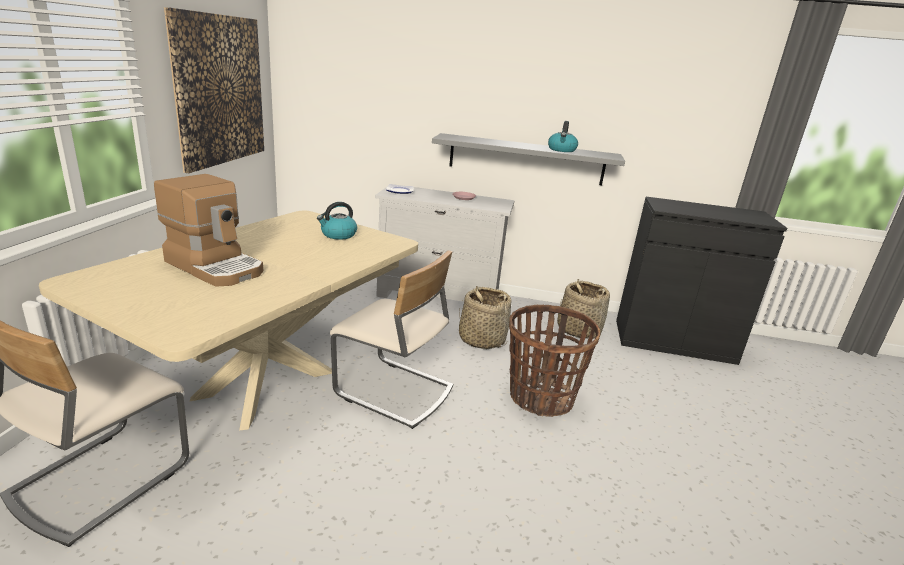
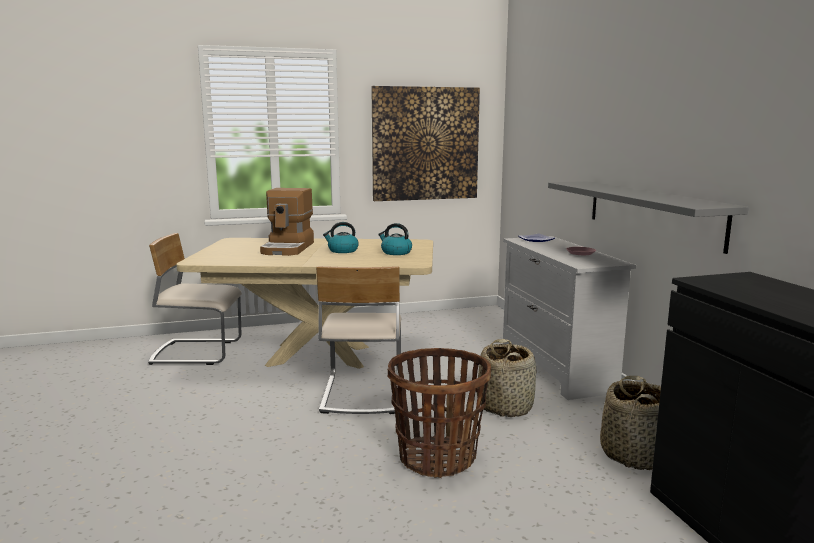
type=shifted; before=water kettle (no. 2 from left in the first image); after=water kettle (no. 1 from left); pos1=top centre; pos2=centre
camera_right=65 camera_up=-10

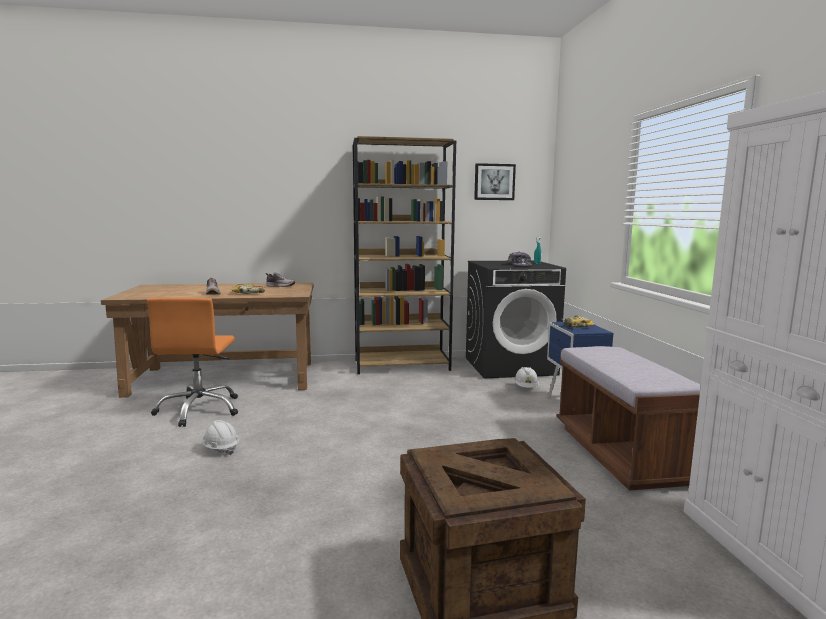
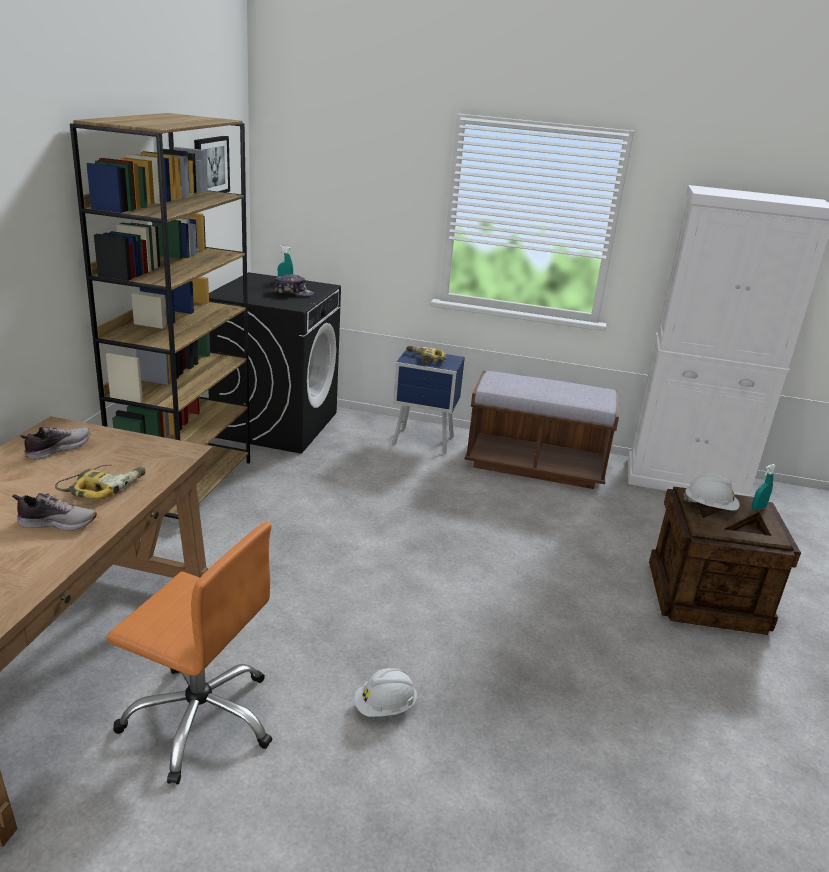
type=shifted; before=white-coloured hard hat (no. 2 from left); pos1=centre; pos2=middle right
type=new; after=blue-green hand sprayer (no. 2 from left); pos2=middle right
camera_right=-70 camera_up=15

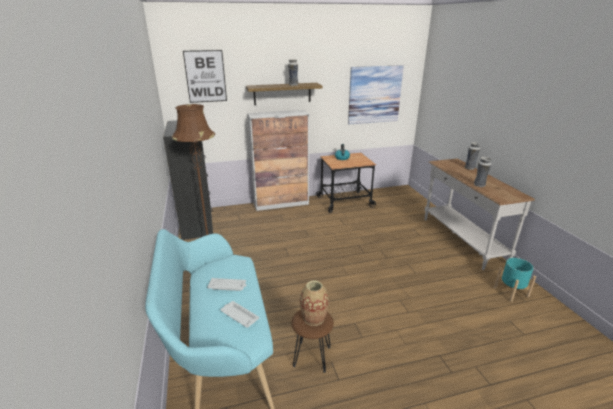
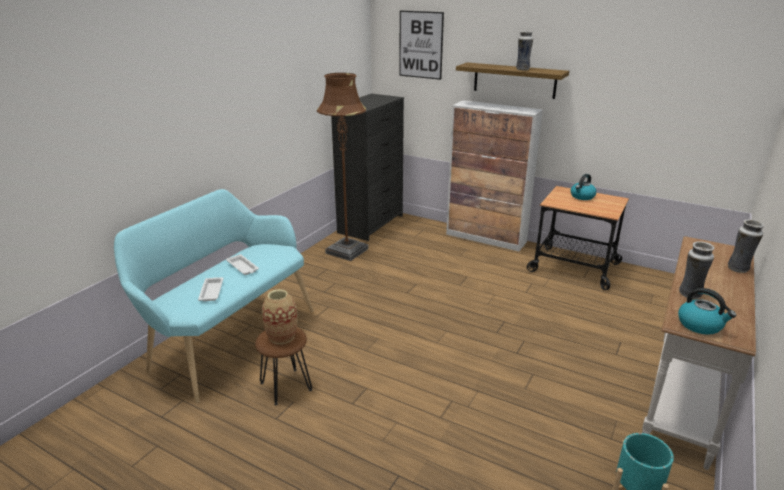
type=gone; before=picture (no. 2 from left); pos1=top centre
type=new; after=water kettle (no. 2 from left); pos2=middle right
camera_right=45 camera_up=0

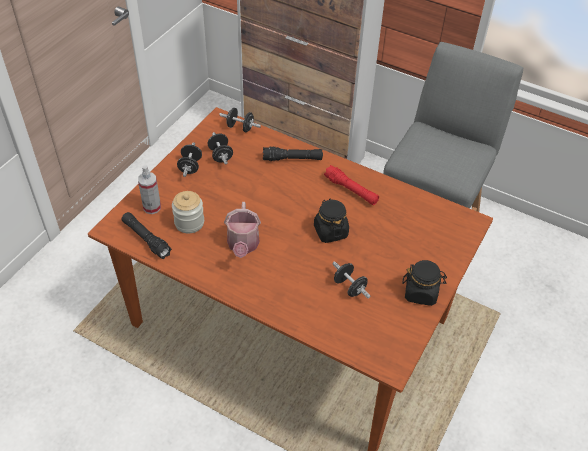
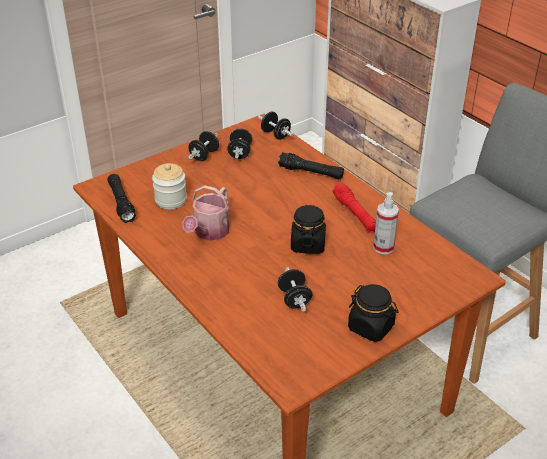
type=shifted; before=hand sprayer; pos1=middle left; pos2=middle right
camera_right=25 camera_up=-10

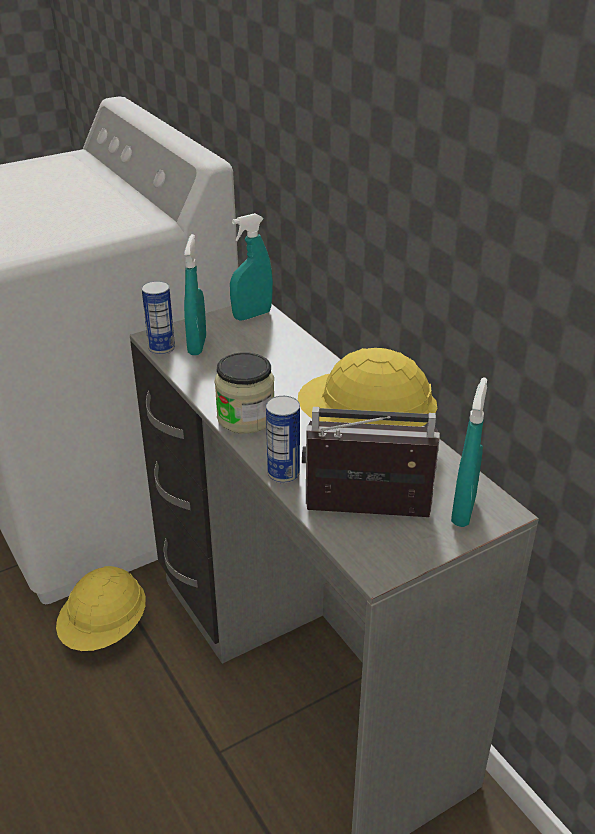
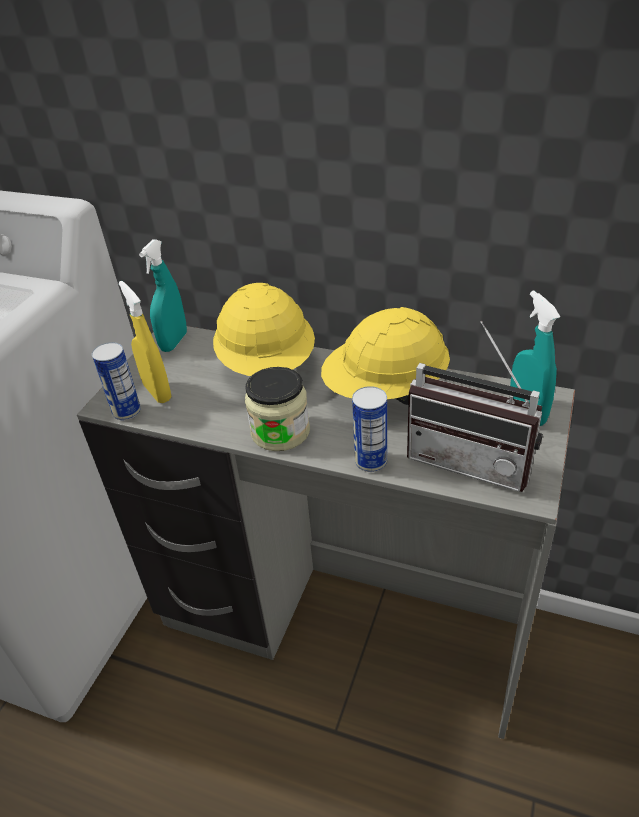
type=shifted; before=yellow-coloured hard hat (no. 1 from left); pos1=bottom left; pos2=centre
type=repainted; before=blue-green hand sprayer (no. 1 from left); after=yellow-coloured hand sprayer; pos1=middle left; pos2=middle left
type=rotated; before=radio set; pos1=centre; pos2=middle right; turn=-120
camera_right=-35 camera_up=5

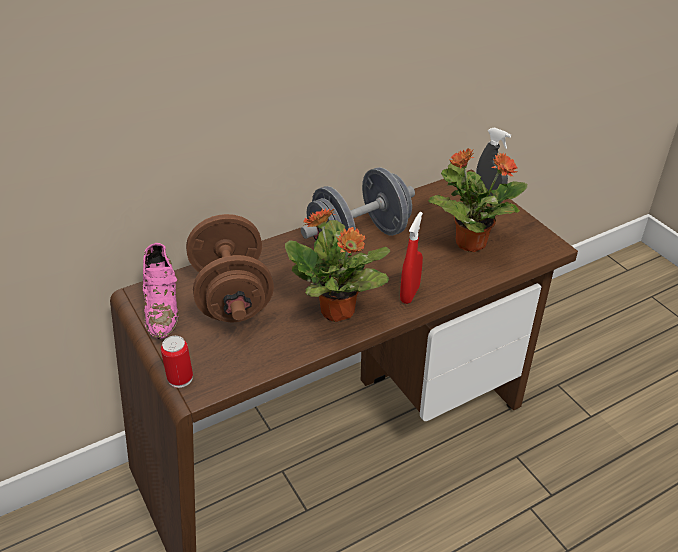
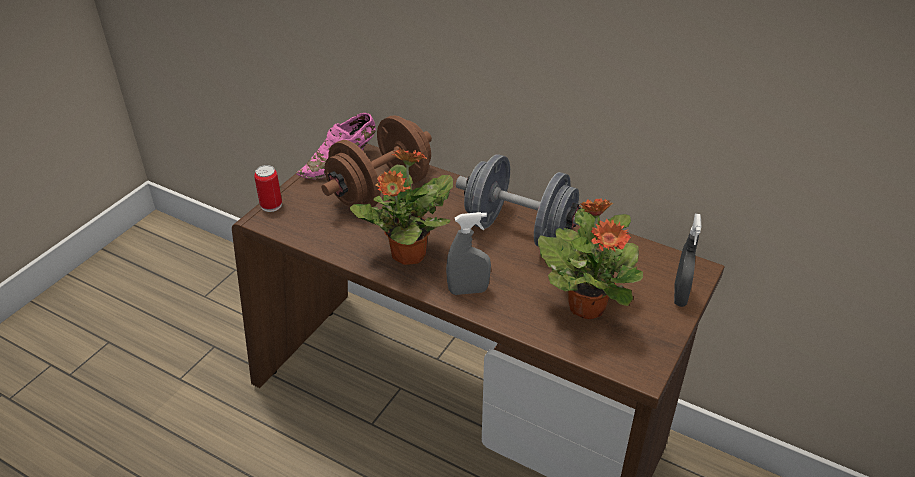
type=repainted; before=red-coloured hand sprayer; after=greyish hand sprayer (no. 1 from left); pos1=centre; pos2=centre
camera_right=60 camera_up=0

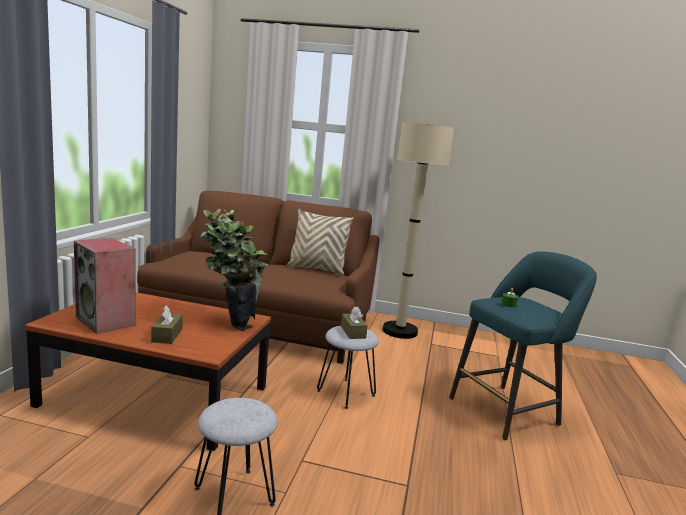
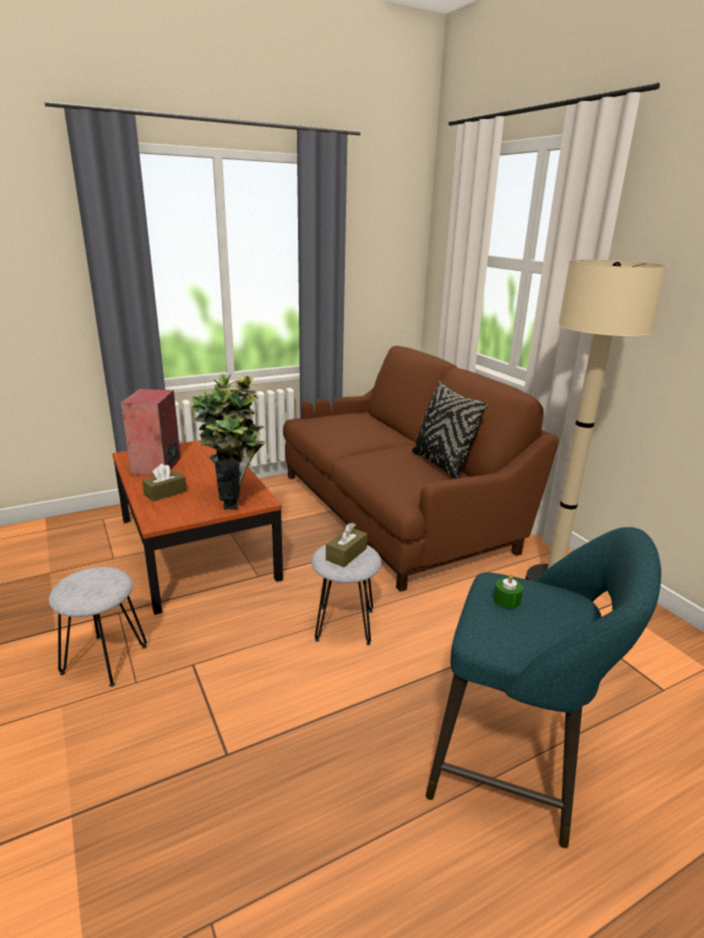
type=repainted; before=beige throw pillow; after=black throw pillow; pos1=centre; pos2=centre
camera_right=50 camera_up=10

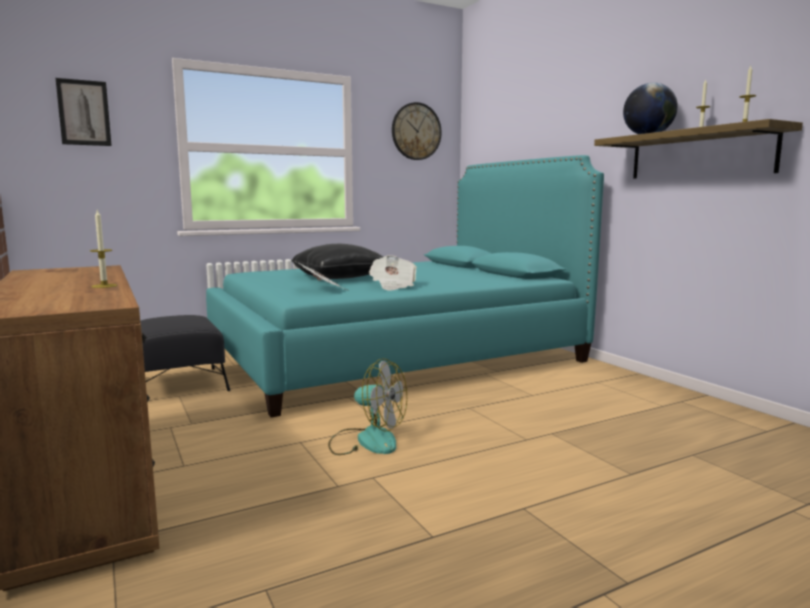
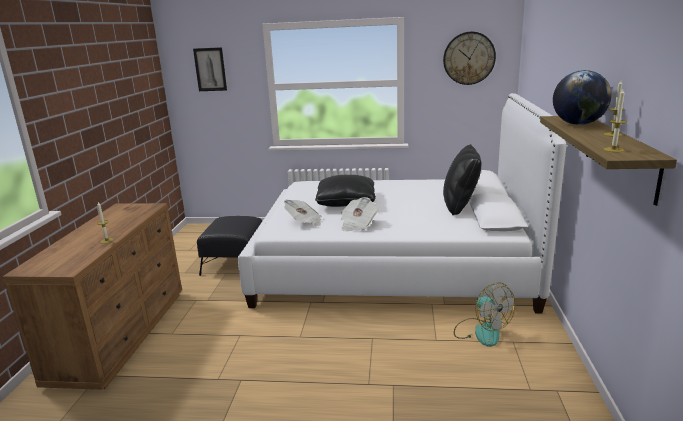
type=repainted; before=blue-green sleeping bed; after=white-coloured sleeping bed; pos1=centre; pos2=centre
type=shifted; before=fan; pos1=bottom centre; pos2=bottom right
type=new; after=black throw pillow (no. 2 from left); pos2=middle right
camera_right=35 camera_up=10

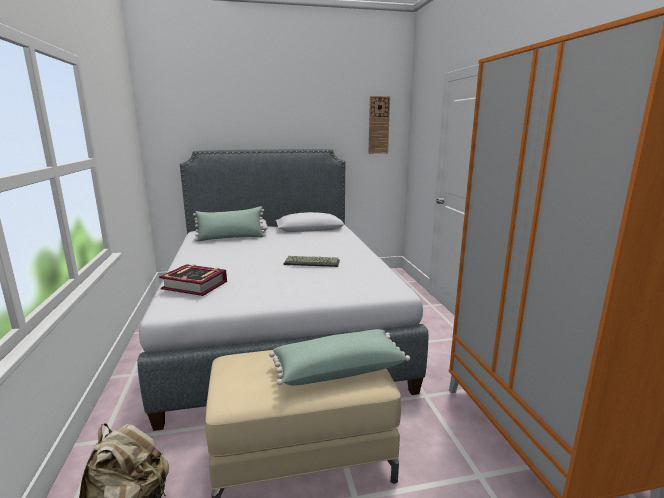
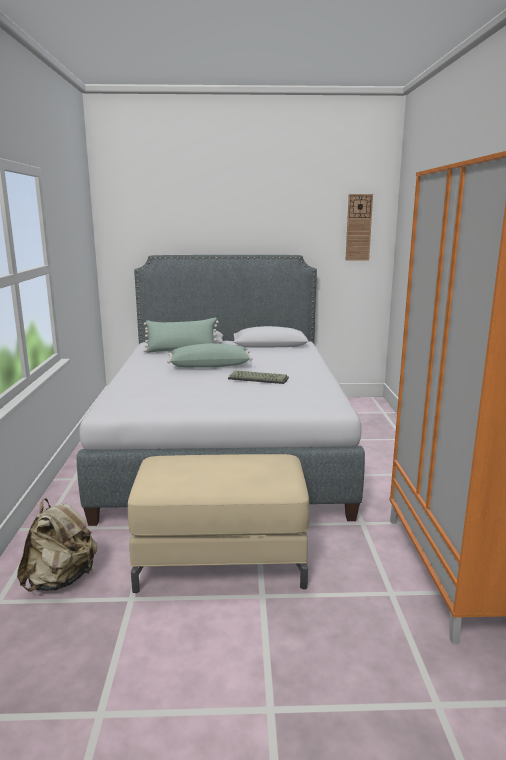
type=gone; before=bound book; pos1=middle left
type=shifted; before=green throw pillow (no. 2 from left); pos1=bottom centre; pos2=centre
camera_right=10 camera_up=0

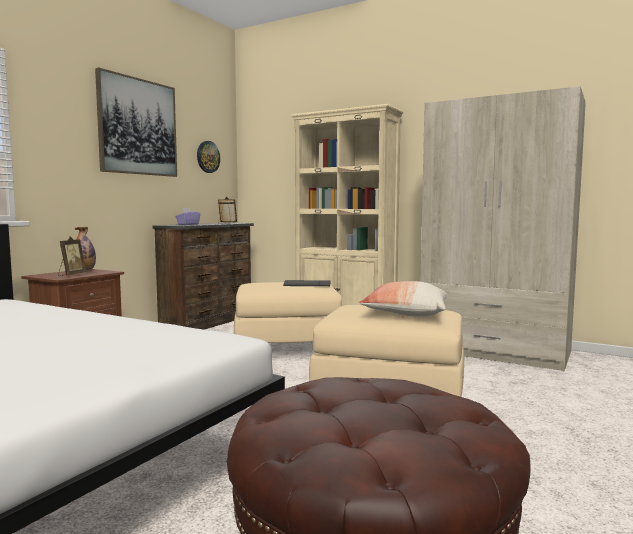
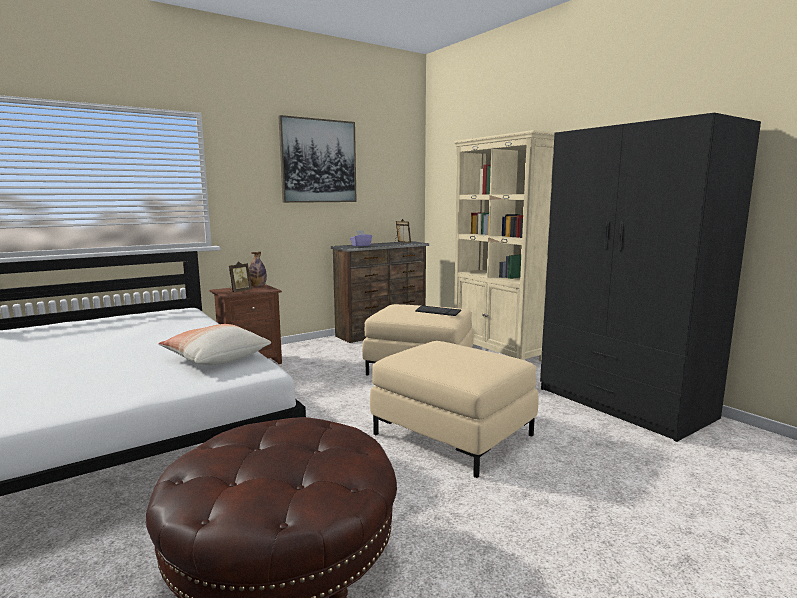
type=gone; before=hanging clock; pos1=top left
type=shifted; before=throw pillow; pos1=centre; pos2=middle left
type=repainted; before=beige wardrobe; after=black wardrobe; pos1=middle right; pos2=middle right
camera_right=25 camera_up=5

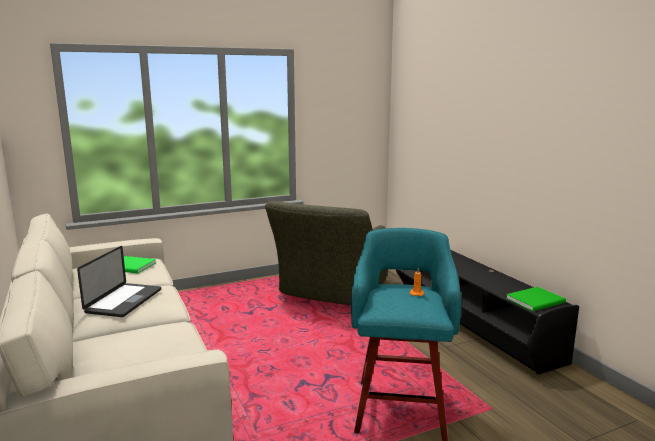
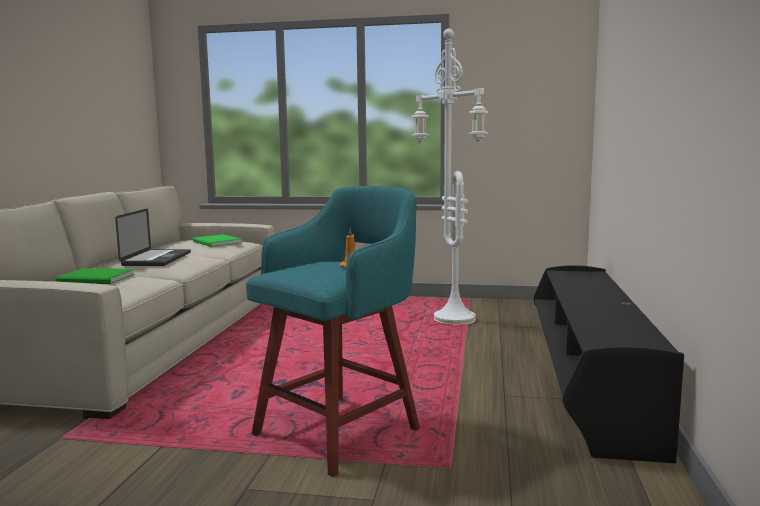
type=rotated; before=notebook computer; pos1=middle left; pos2=middle left; turn=-45
type=swapped; before=green easy chair; after=white-coloured standing lamp; pos1=centre; pos2=centre
type=shifted; before=green bound book (no. 2 from left in the first image); after=green bound book (no. 1 from left); pos1=bottom right; pos2=middle left
camera_right=35 camera_up=-5

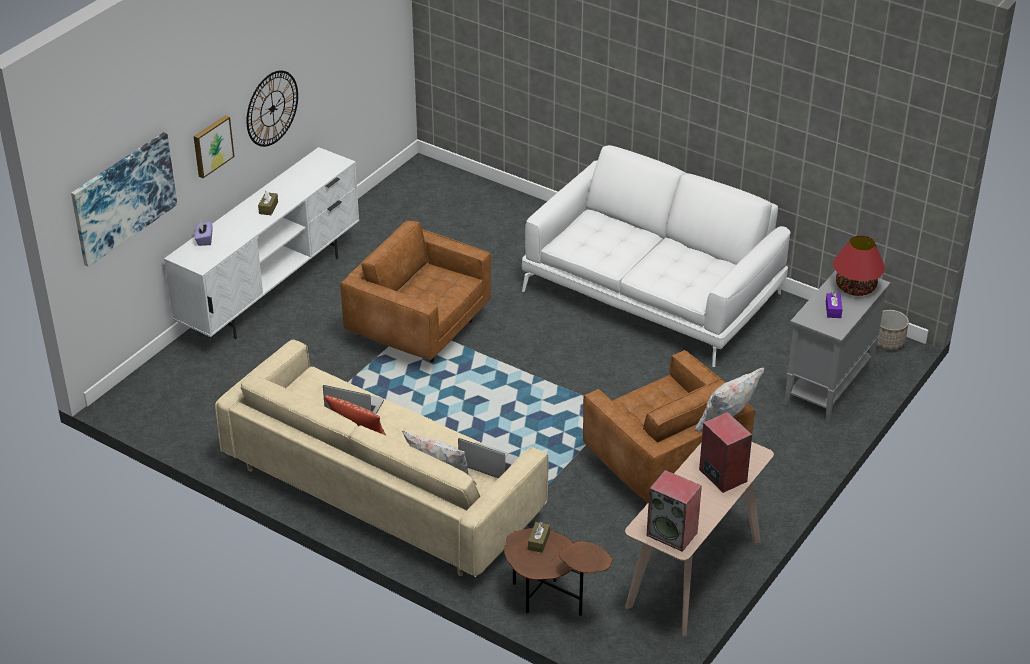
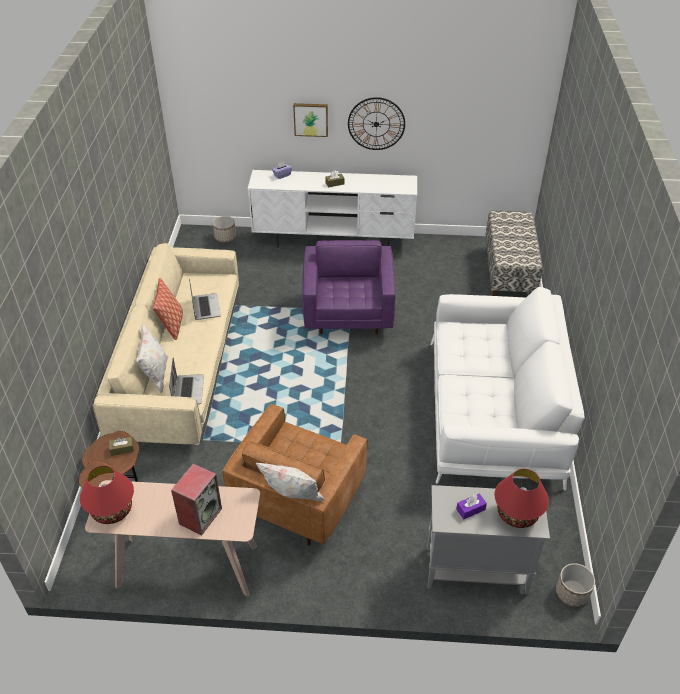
type=gone; before=picture (no. 1 from left); pos1=top left
type=repainted; before=brownish easy chair (no. 1 from left); after=purplish easy chair; pos1=centre; pos2=centre
type=swapped; before=audio speaker (no. 1 from left); after=red-coloured tabletop lamp (no. 1 from left); pos1=bottom centre; pos2=bottom left
type=new; after=planter (no. 1 from left); pos2=top left
type=new; after=bench; pos2=middle right
camera_right=60 camera_up=5

